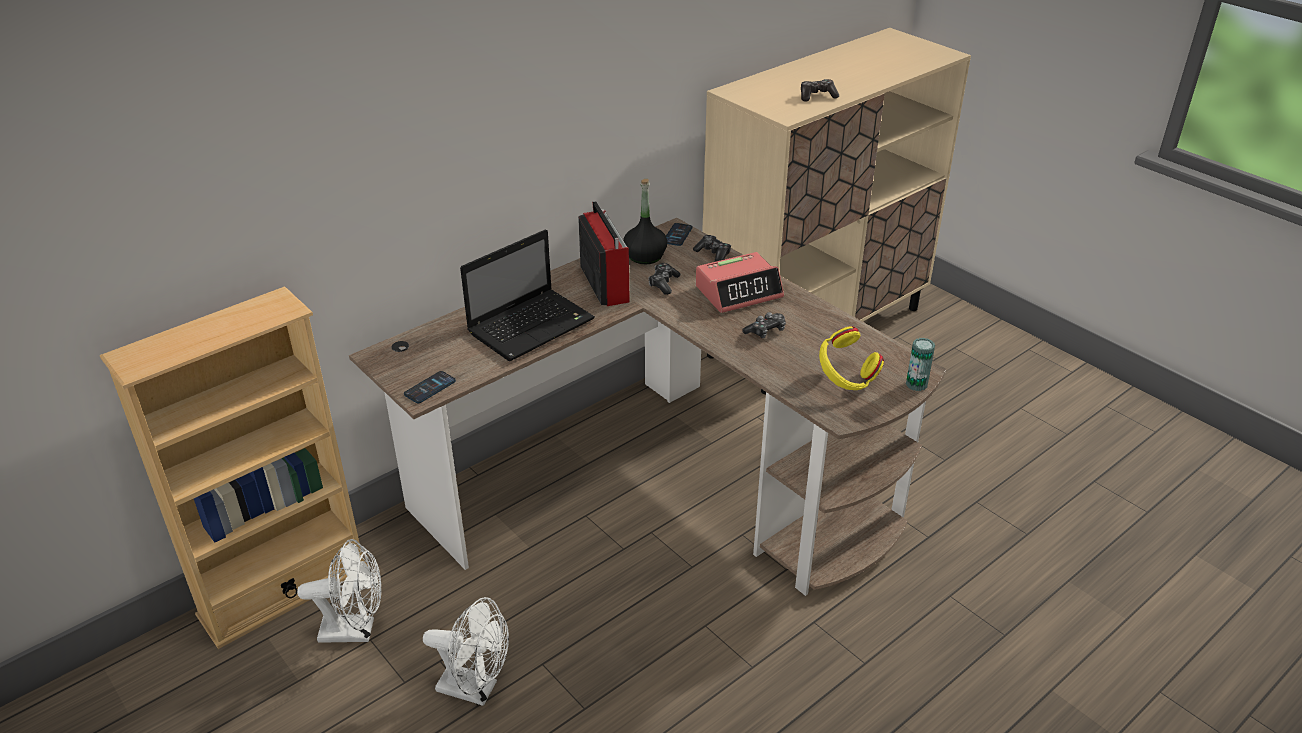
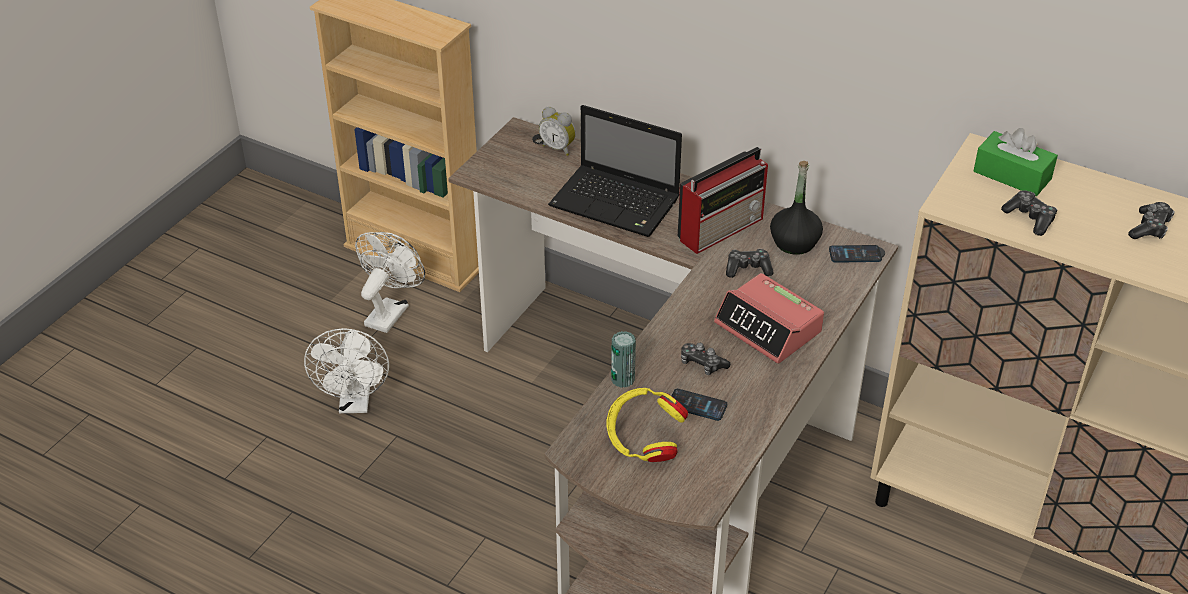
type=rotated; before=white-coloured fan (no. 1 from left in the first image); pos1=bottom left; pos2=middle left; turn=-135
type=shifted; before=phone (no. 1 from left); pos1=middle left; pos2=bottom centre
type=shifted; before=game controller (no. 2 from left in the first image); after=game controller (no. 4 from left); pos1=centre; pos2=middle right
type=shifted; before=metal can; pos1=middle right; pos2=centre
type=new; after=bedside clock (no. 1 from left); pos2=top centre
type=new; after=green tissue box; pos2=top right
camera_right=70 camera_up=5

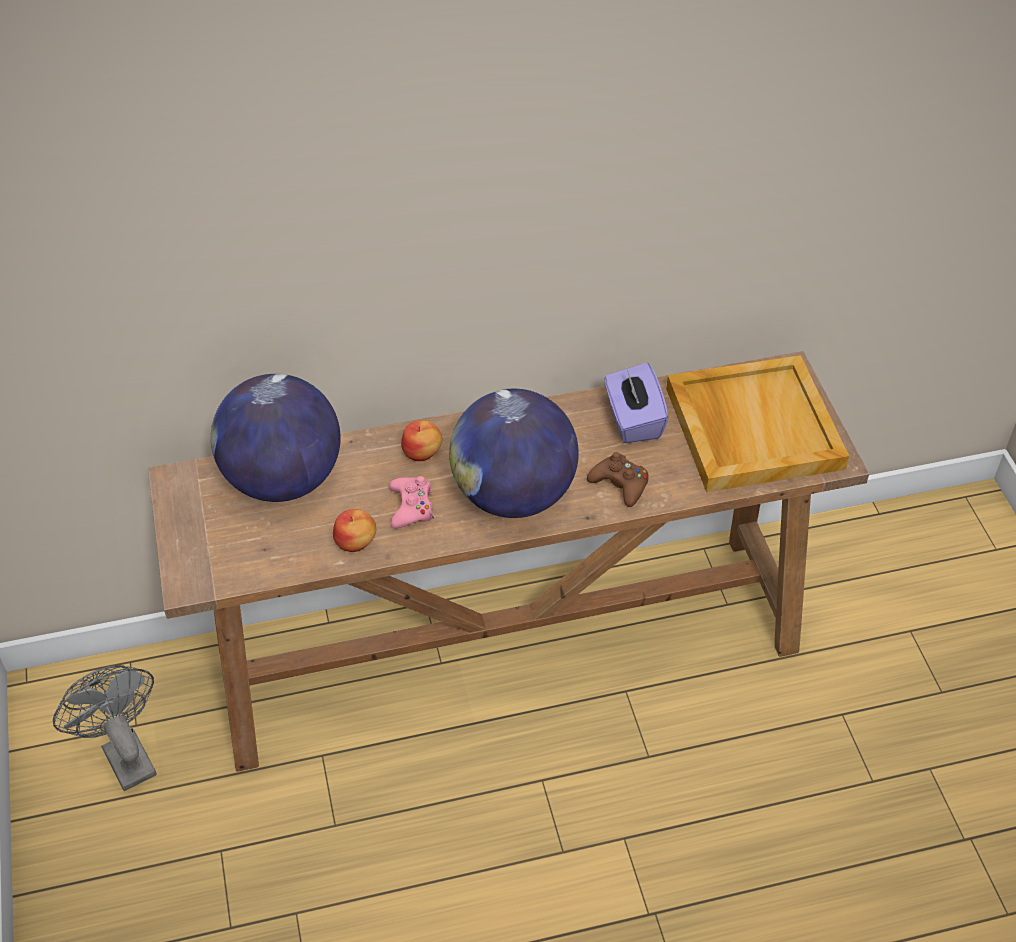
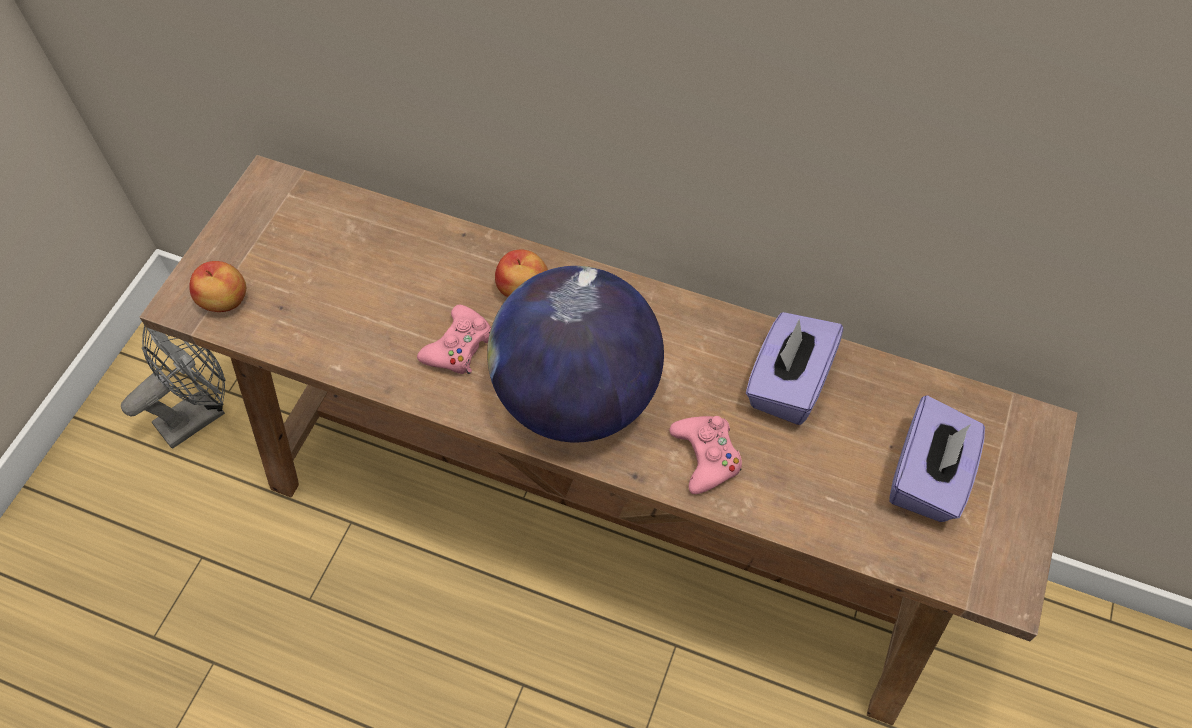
type=rotated; before=greyish fan; pos1=bottom left; pos2=middle left; turn=45
type=gone; before=world globe (no. 1 from left); pos1=middle left
type=shifted; before=apple (no. 1 from left); pos1=centre; pos2=middle left
type=repainted; before=brownish game controller; after=pink game controller (no. 2 from left); pos1=centre; pos2=centre
type=swapped; before=beige tray; after=purplish tissue box (no. 2 from left); pos1=middle right; pos2=middle right
camera_right=35 camera_up=10

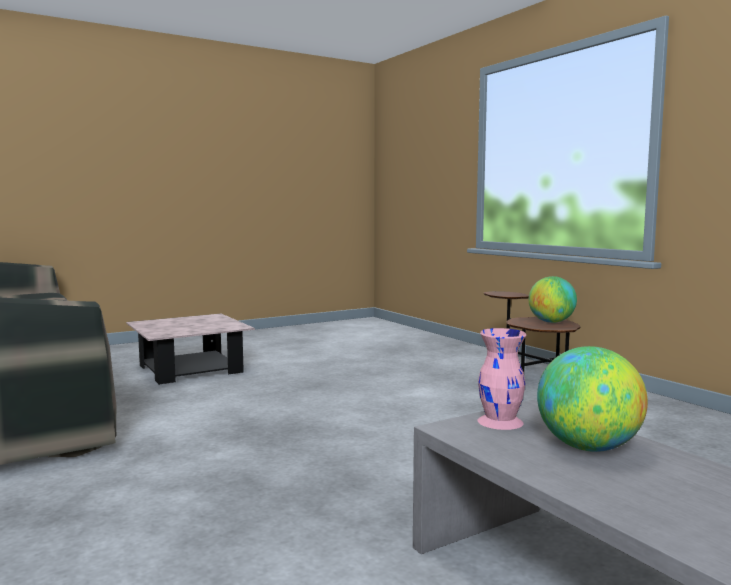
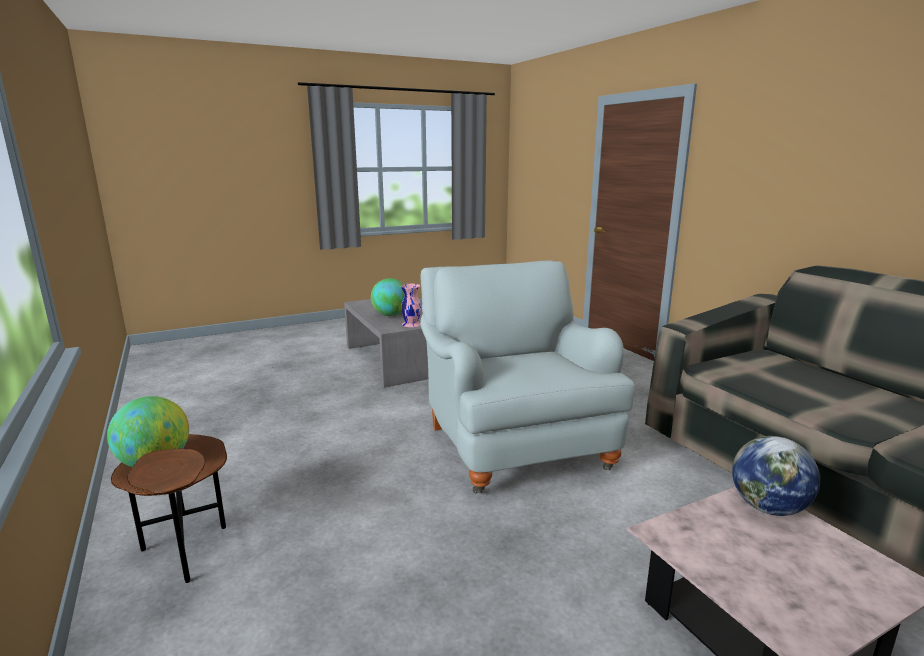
type=new; after=greyish easy chair; pos2=centre
type=new; after=world globe (no. 3 from left); pos2=bottom right
camera_right=-175 camera_up=10

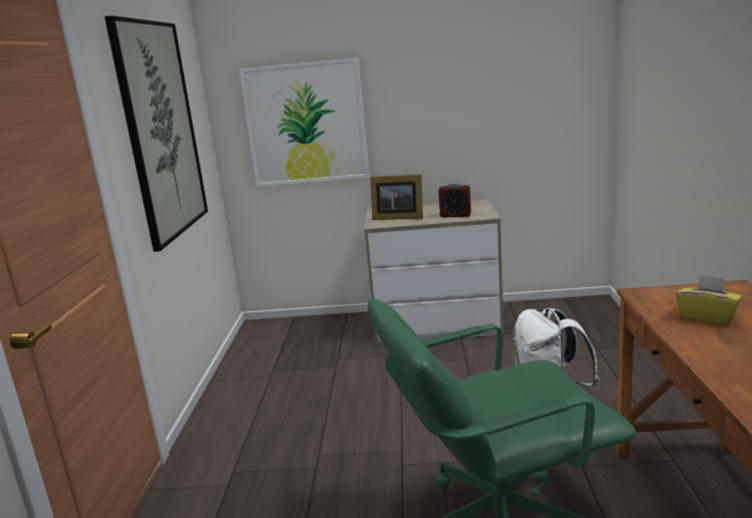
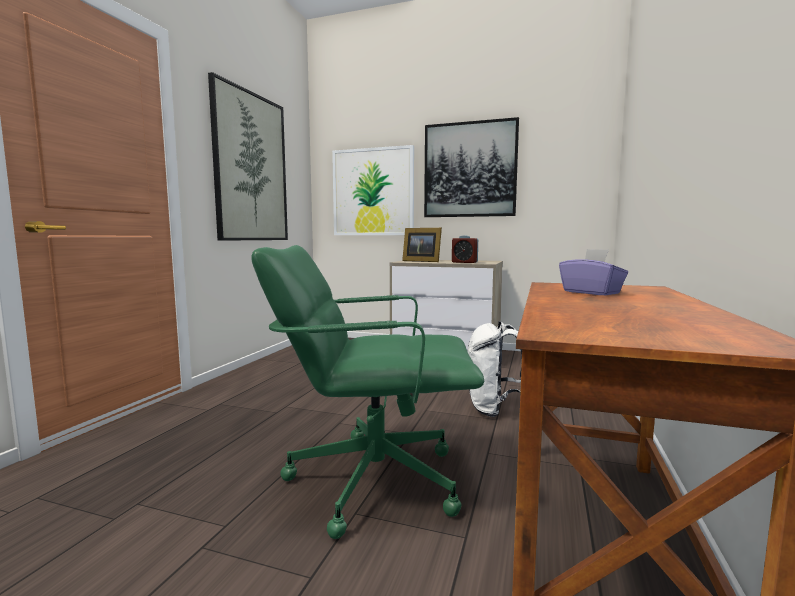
type=repainted; before=yellow-coloured tissue box; after=purplish tissue box; pos1=middle right; pos2=middle right
type=new; after=picture (no. 3 from left); pos2=top centre
camera_right=15 camera_up=-10

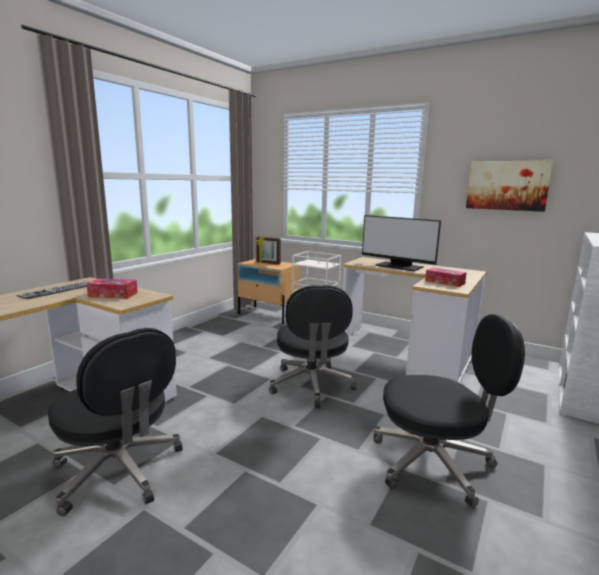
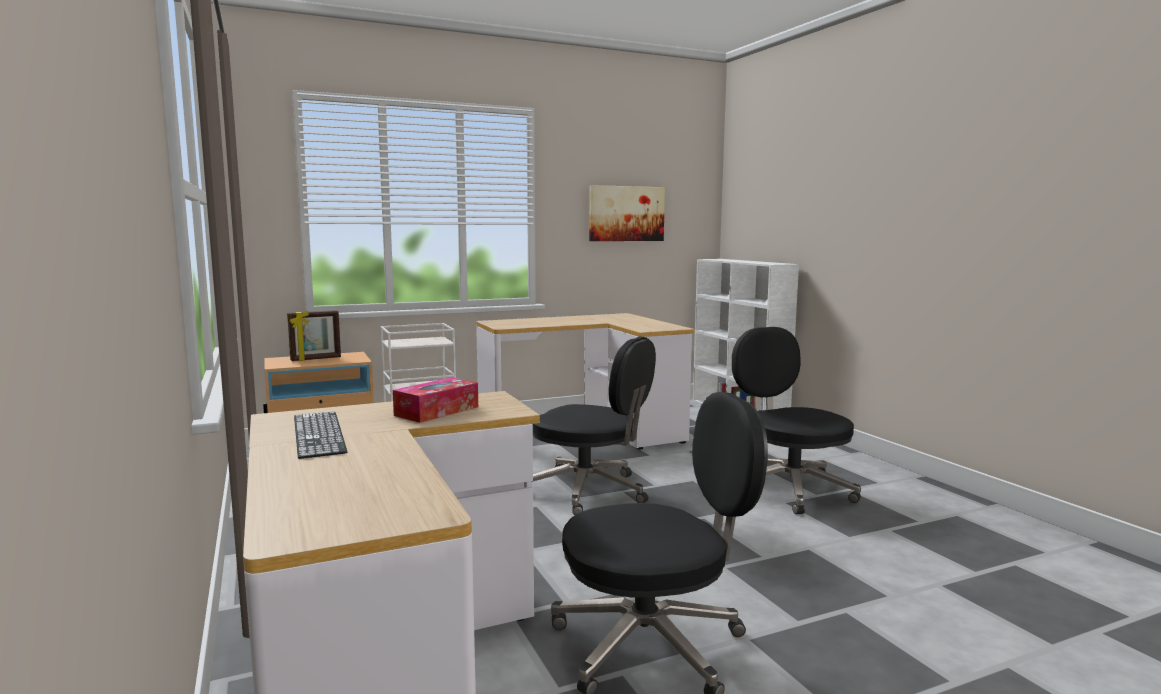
type=gone; before=monitor; pos1=middle right
type=rotated; before=black computer chair (no. 3 from left); pos1=bottom right; pos2=middle right; turn=-60
type=gone; before=tissue box (no. 2 from left); pos1=middle right
camera_right=-55 camera_up=-5

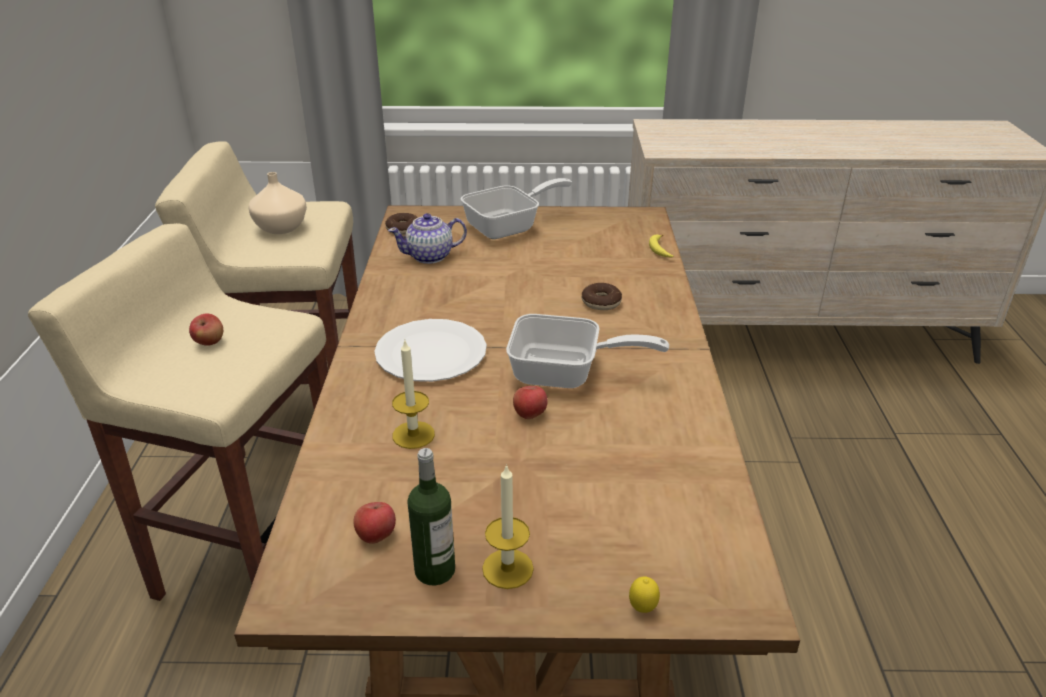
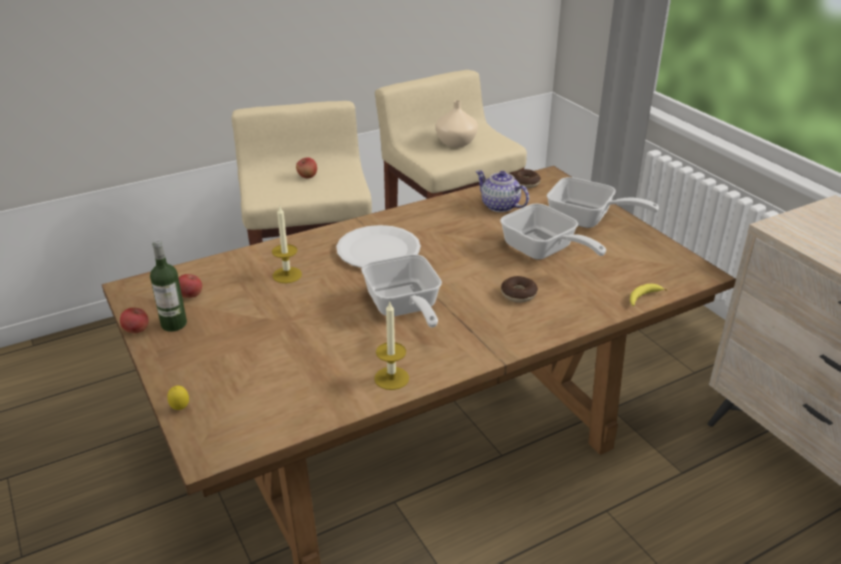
type=shifted; before=wax candle (no. 2 from left); pos1=bottom centre; pos2=centre
type=shifted; before=apple (no. 3 from left in the first image); after=apple (no. 1 from left); pos1=centre; pos2=middle left
type=new; after=skillet (no. 2 from left); pos2=centre
camera_right=60 camera_up=0

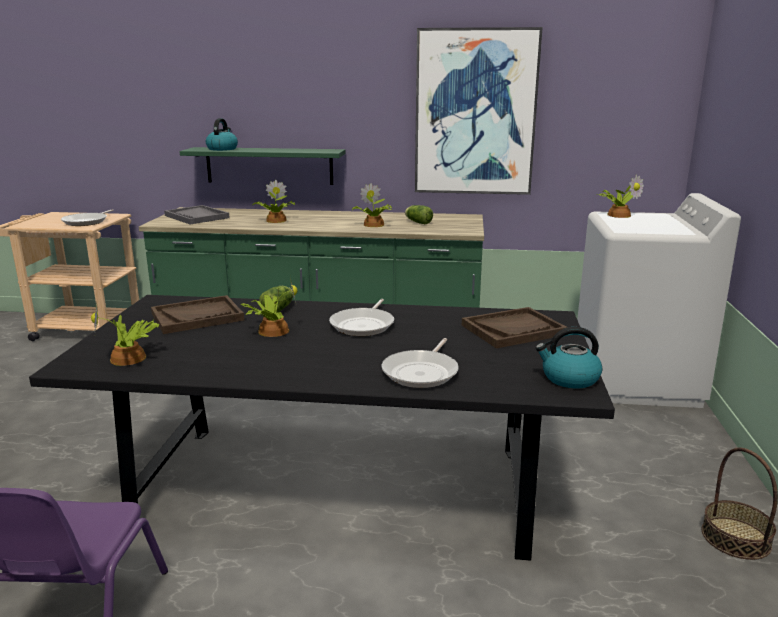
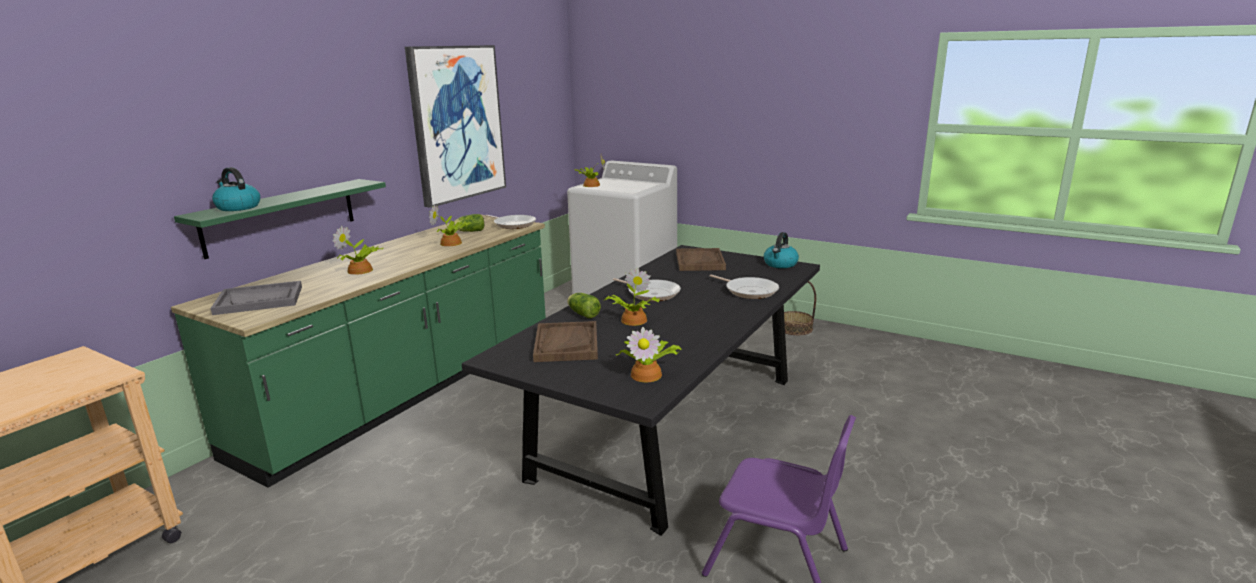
type=shifted; before=skillet (no. 1 from left); pos1=middle left; pos2=centre
camera_right=-65 camera_up=0

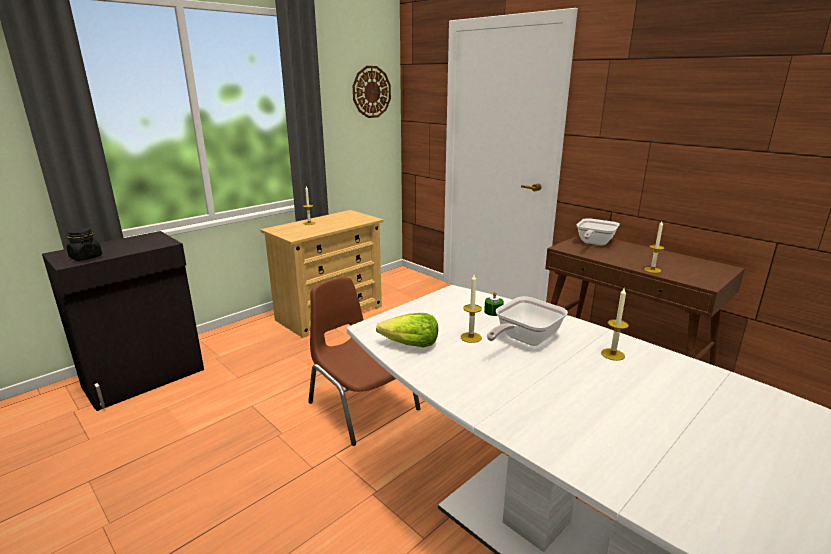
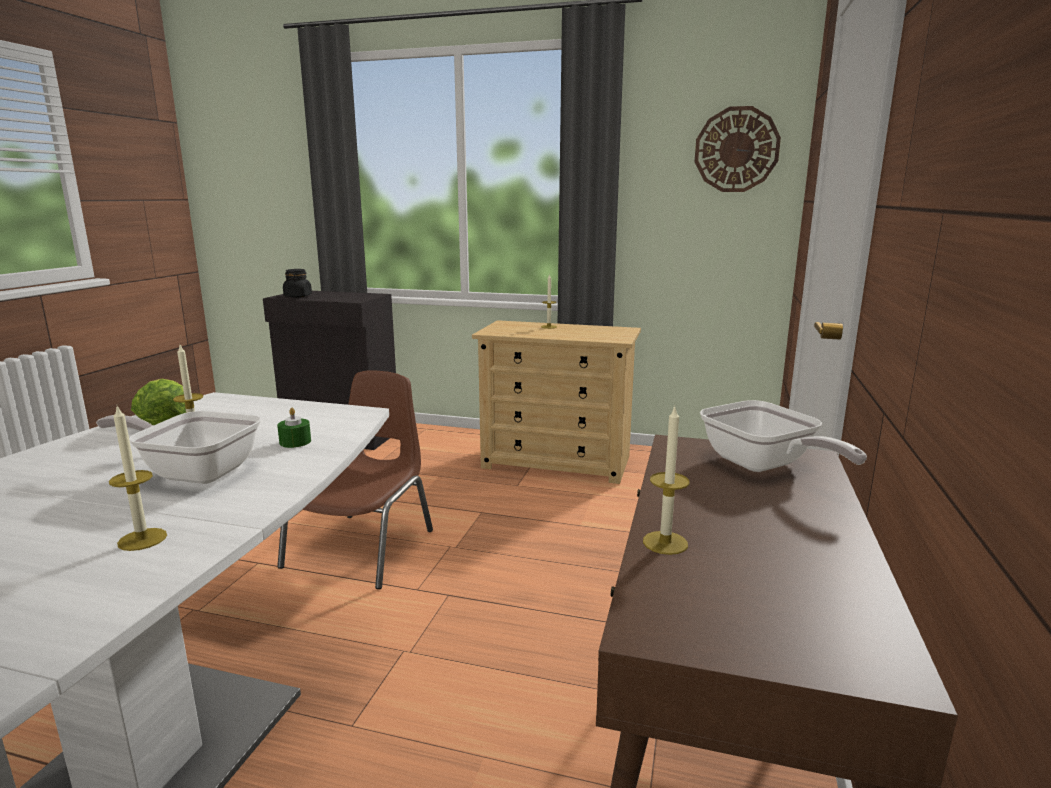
type=rotated; before=skillet (no. 2 from left); pos1=middle right; pos2=middle right; turn=-120
camera_right=60 camera_up=-5

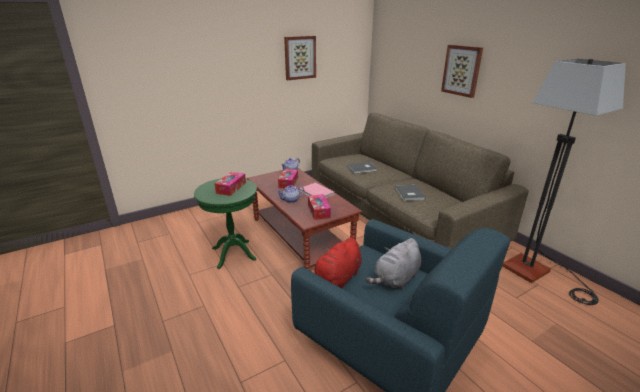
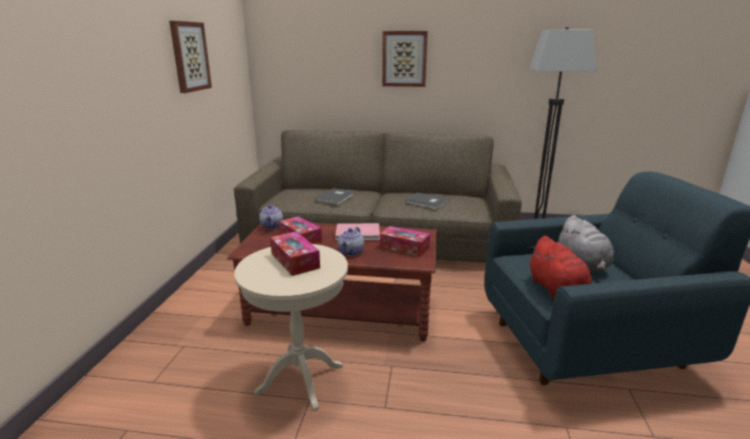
type=repainted; before=green end table; after=beige end table; pos1=centre; pos2=bottom centre
camera_right=-50 camera_up=-5

